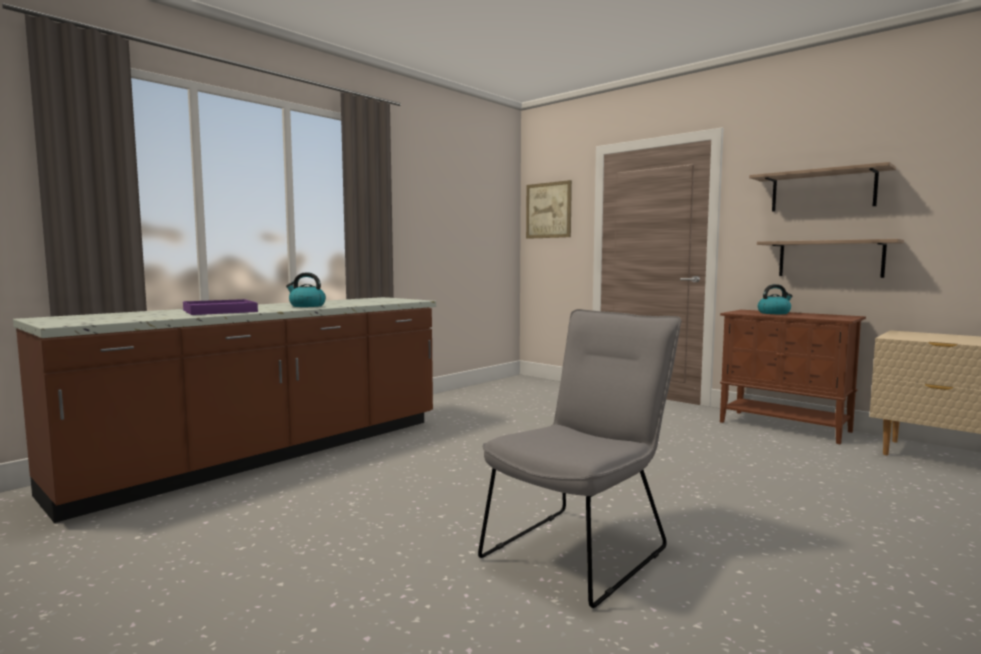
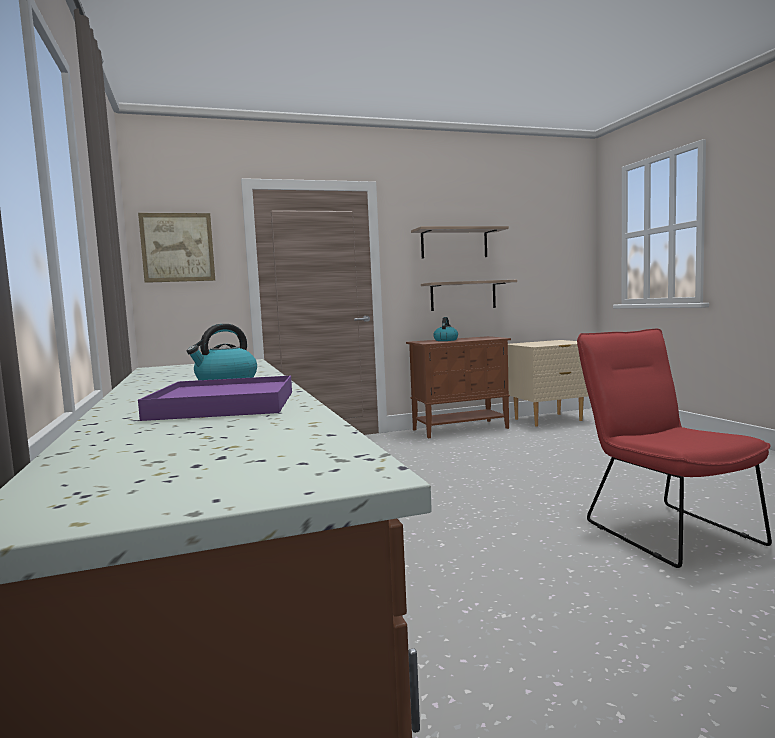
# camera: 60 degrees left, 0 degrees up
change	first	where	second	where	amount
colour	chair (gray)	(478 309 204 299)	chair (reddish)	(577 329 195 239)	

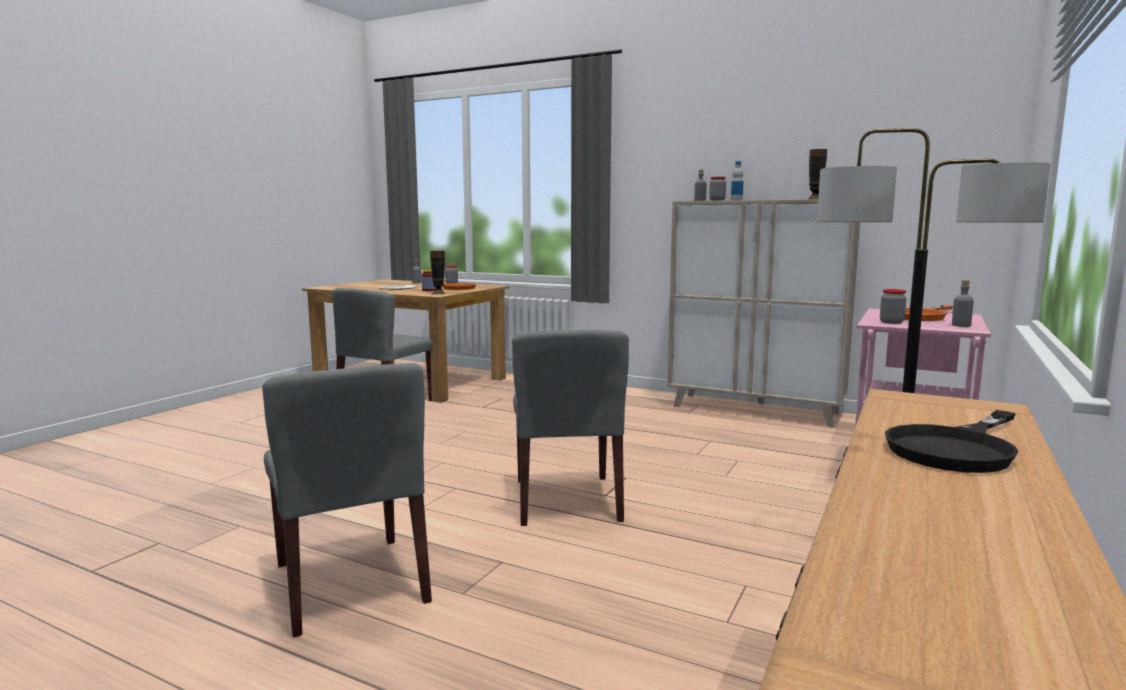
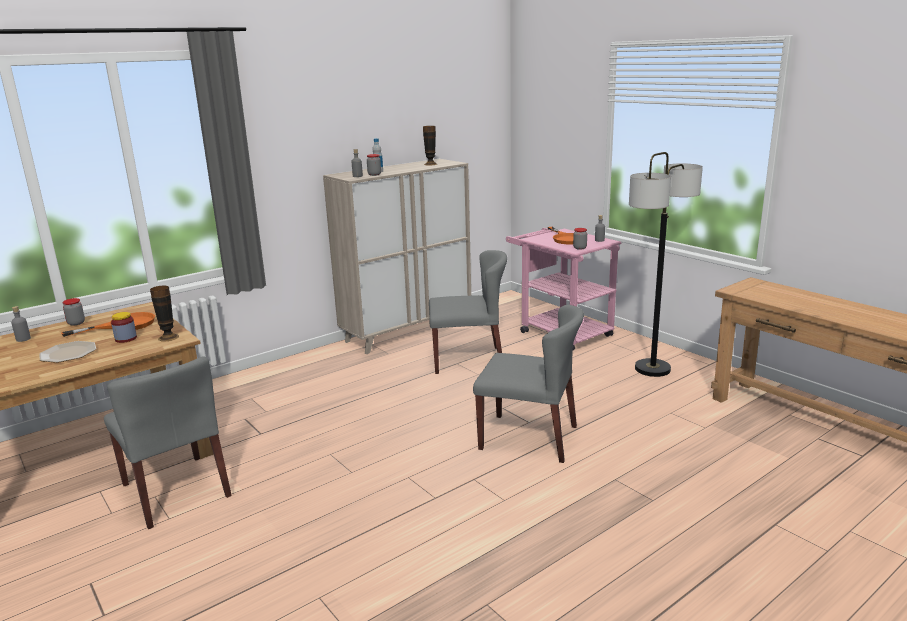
# camera: 65 degrees left, 10 degrees up
change	first	where	second	where	amount
relocated	chair (gray)	(262 363 170 274)		(429 250 78 124)	
missing	frying pan (black)	(885 410 133 63)			

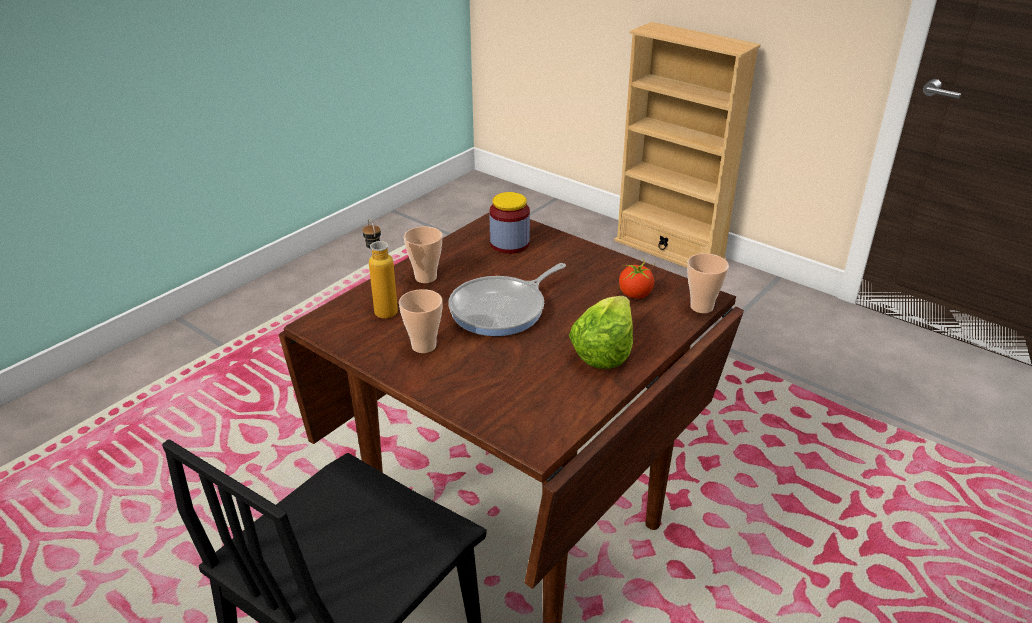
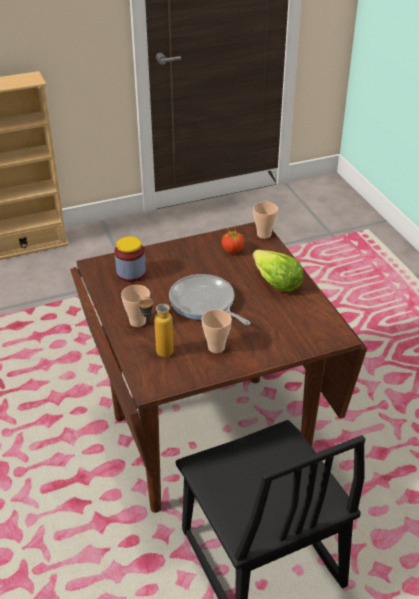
# camera: 60 degrees left, 5 degrees up
change	first	where	second	where	amount
spun	frying pan	(448 263 118 73)		(169 274 81 51)	150 degrees clockwise

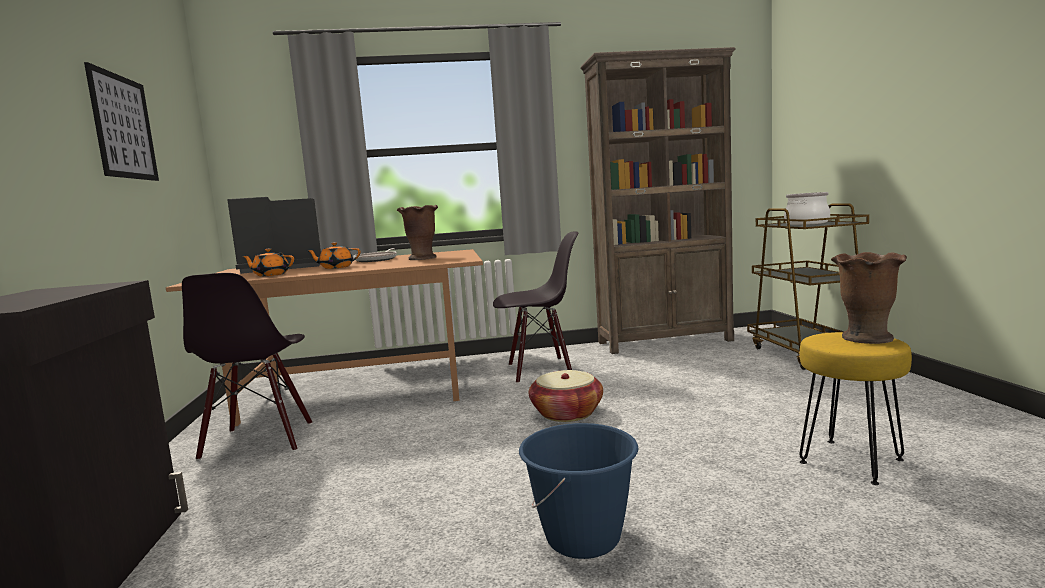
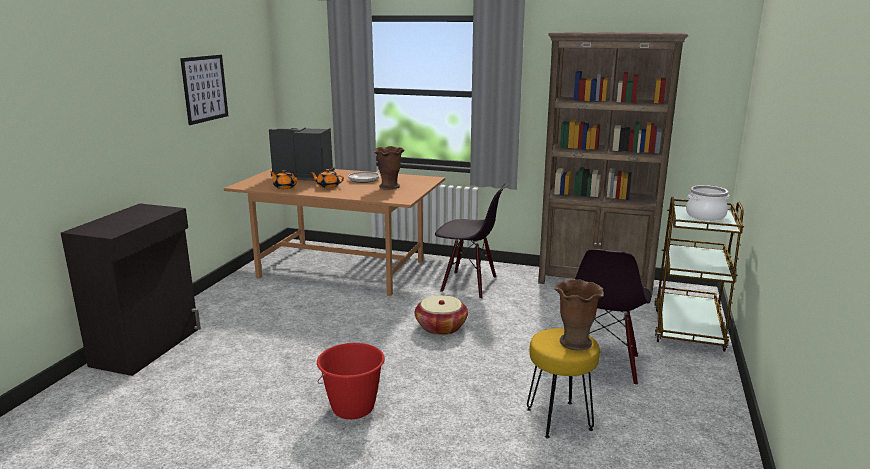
# camera: 25 degrees right, 10 degrees up
change	first	where	second	where	amount
relocated	chair (black)	(182 273 131 188)		(575 249 76 137)	
colour	water bucket (blue)	(519 423 119 136)	water bucket (reddish)	(317 343 68 76)	

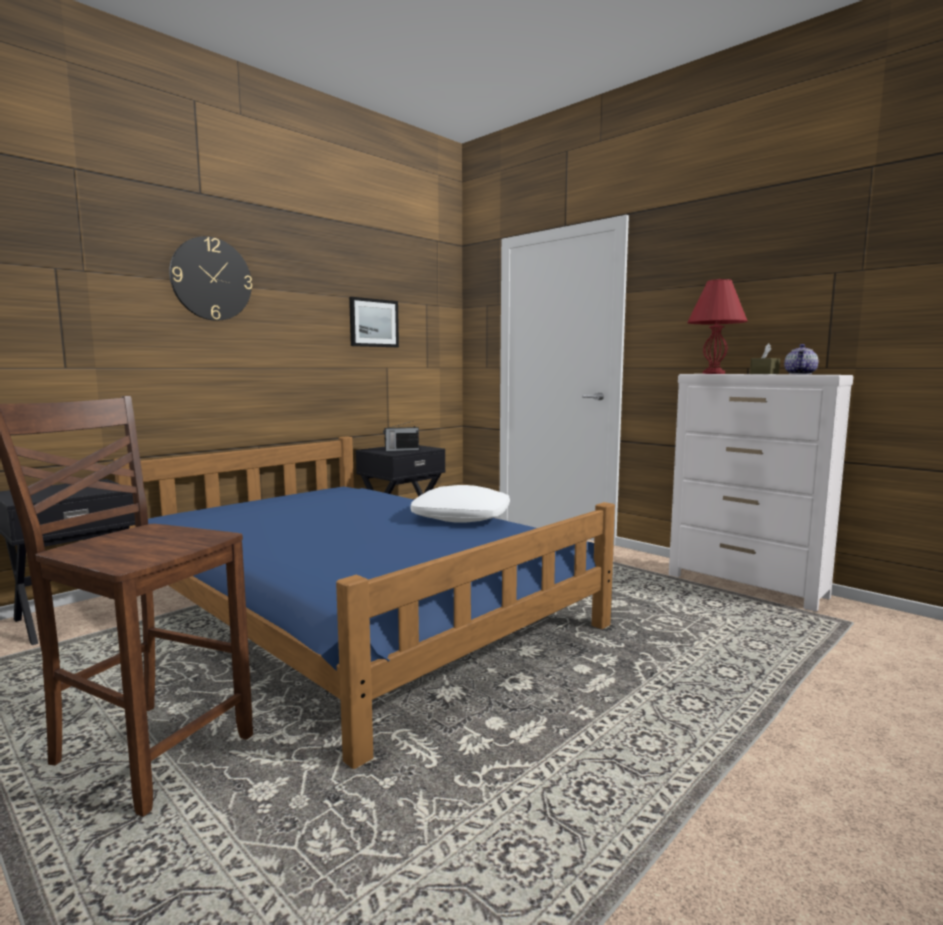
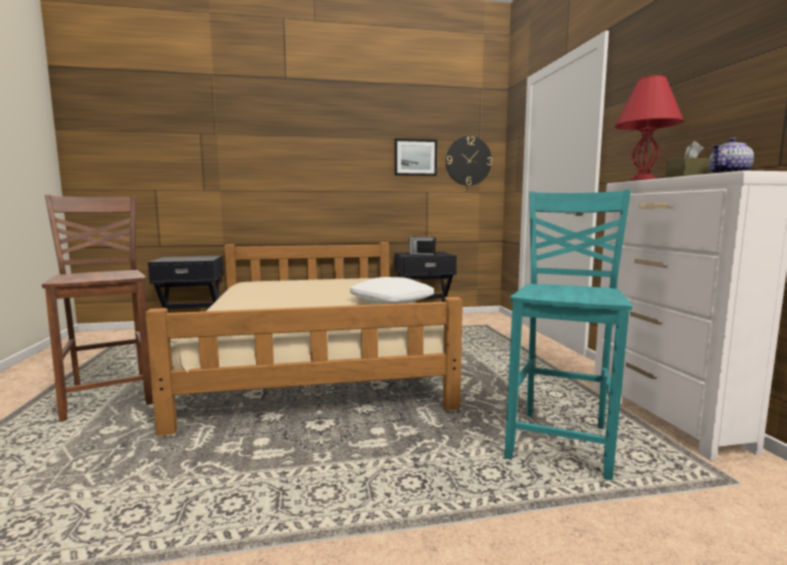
# camera: 35 degrees right, 0 degrees up
change	first	where	second	where	amount
colour	bed (blue)	(113 436 502 333)	bed (sand-coloured)	(145 242 319 194)	
relocated	wall clock	(169 236 83 85)		(445 136 47 50)	
appeared			chair (blue-green)	(504 189 129 292)	

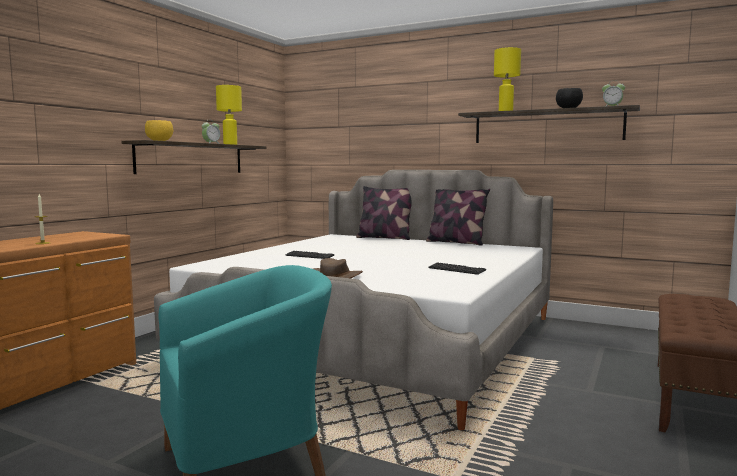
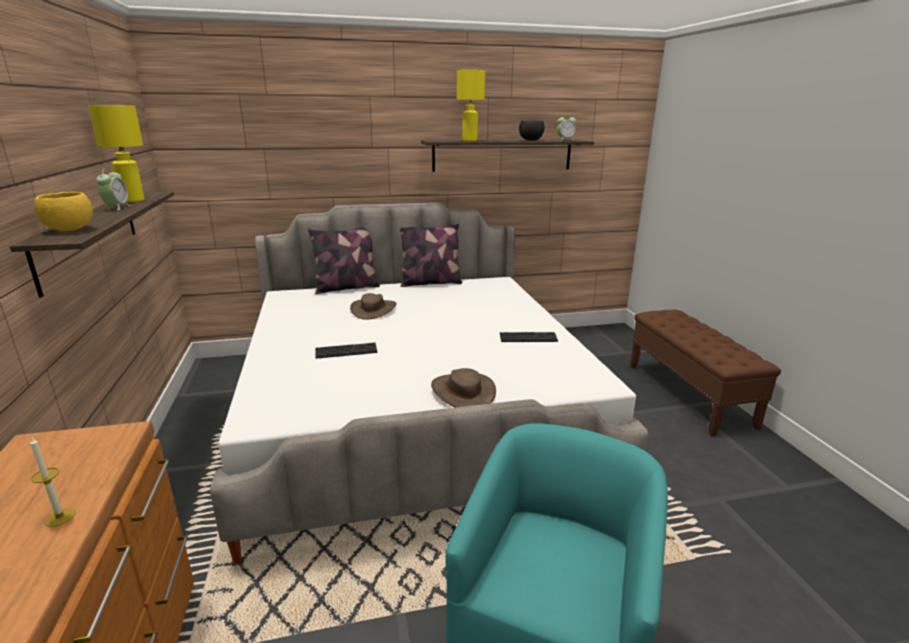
# camera: 40 degrees left, 15 degrees up
change	first	where	second	where	amount
appeared			hat (brownish)	(350 293 47 27)	

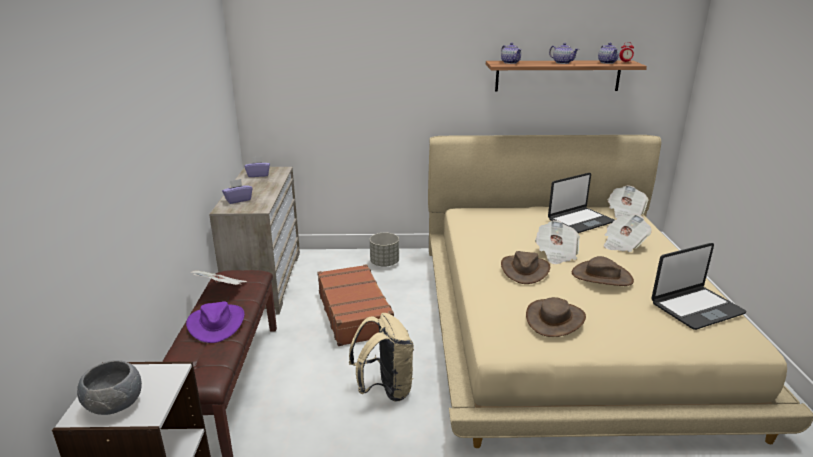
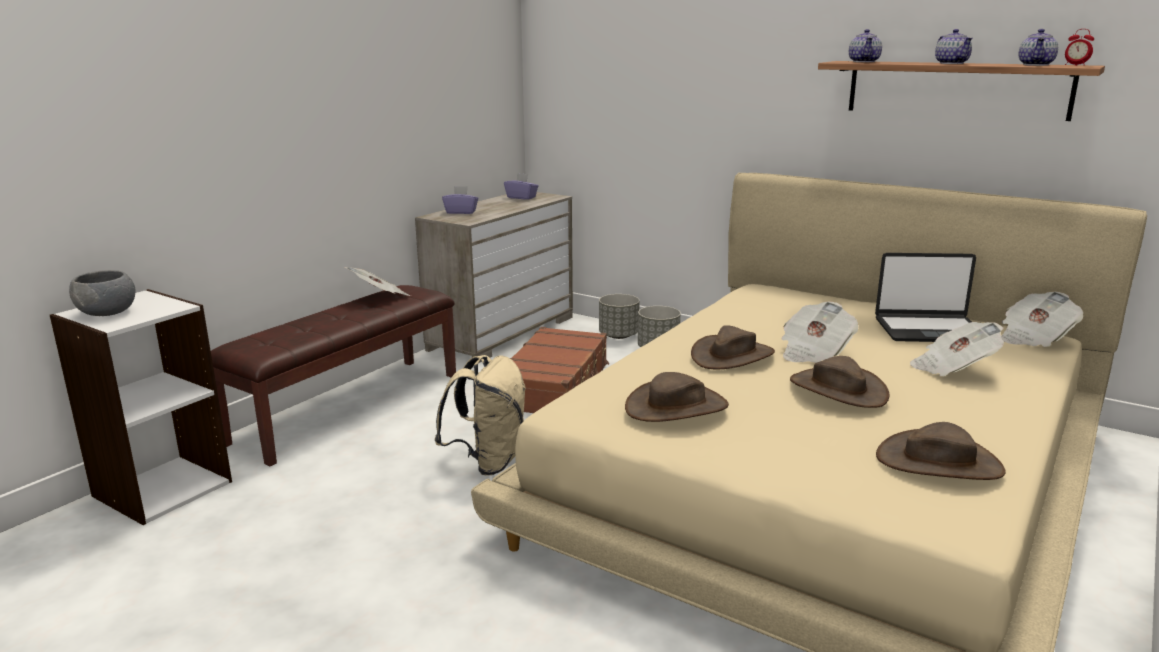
# camera: 35 degrees right, 5 degrees down
change	first	where	second	where	amount
missing	hat (purple)	(186 301 59 42)			
exchanged	notebook computer	(651 243 96 87)	hat (brownish)	(876 422 130 58)	
appeared			planter (gray)	(599 294 41 45)	

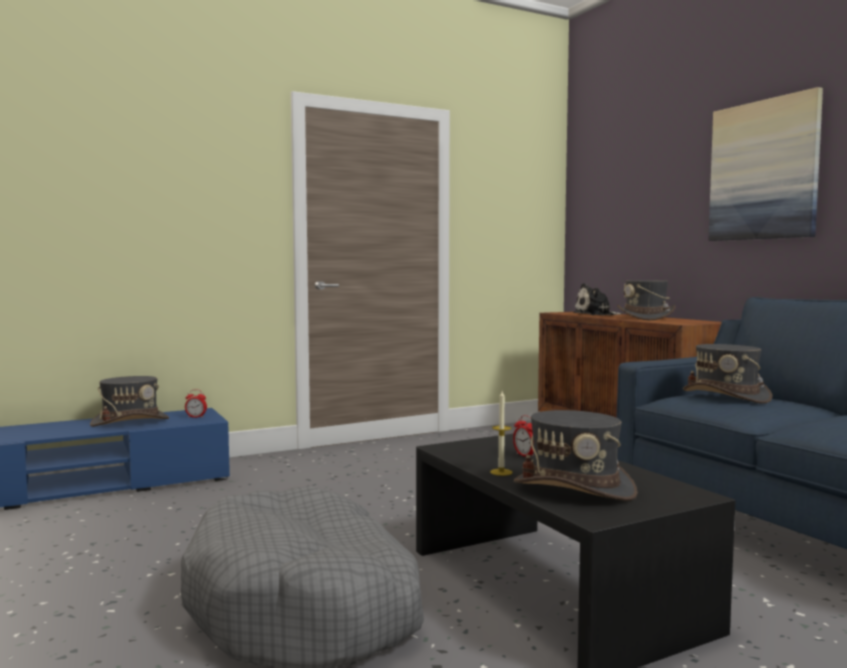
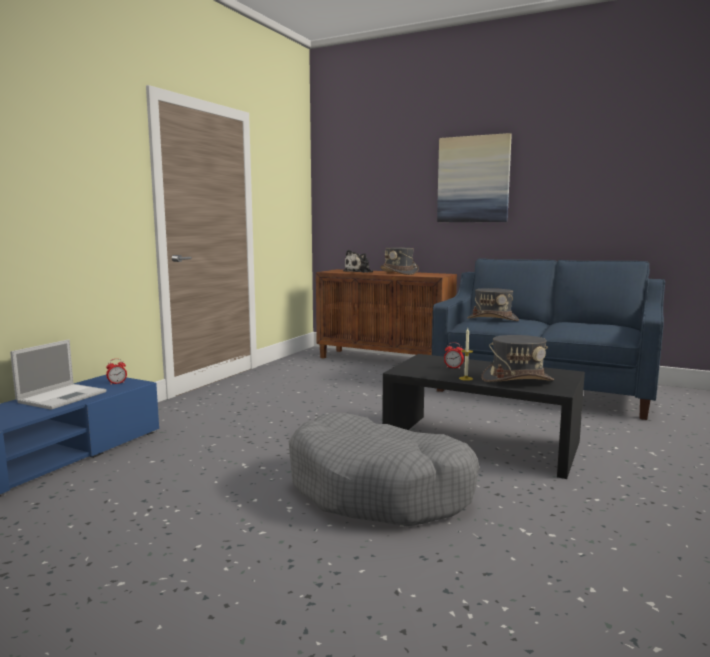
# camera: 35 degrees left, 5 degrees up
change	first	where	second	where	amount
exchanged	hat (gray)	(90 376 79 51)	notebook computer	(10 339 96 71)	

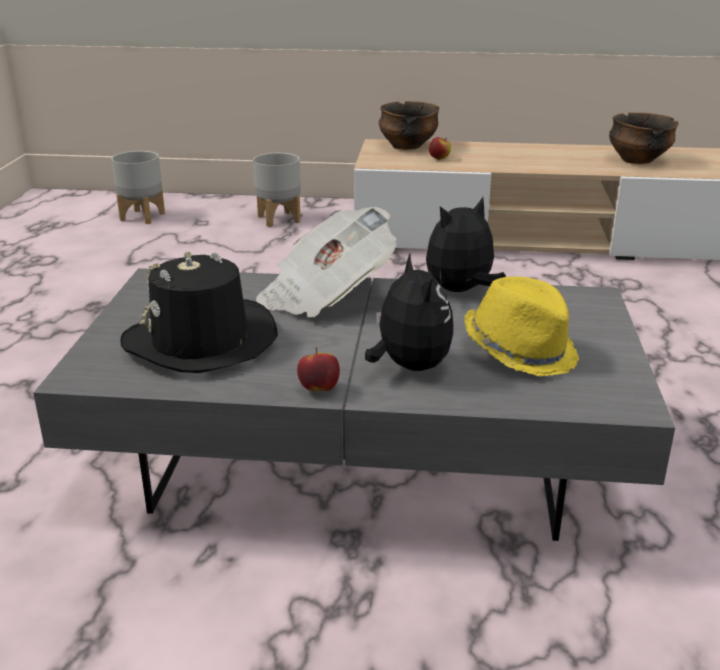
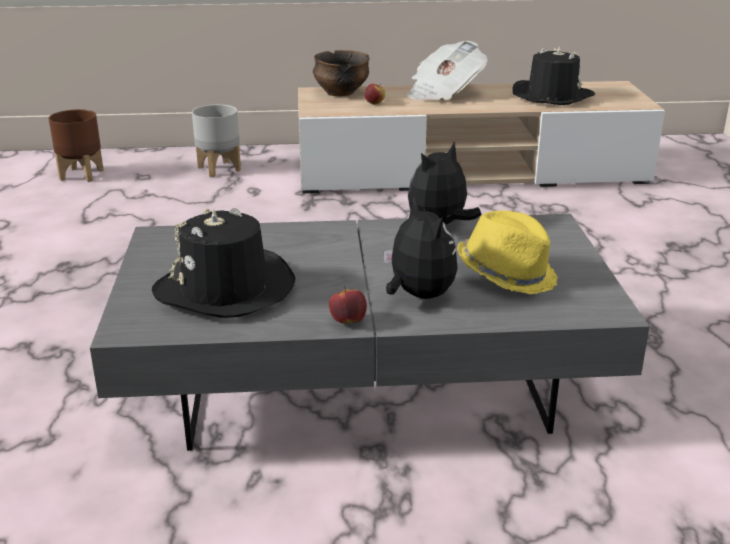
# camera: 10 degrees left, 0 degrees up
change	first	where	second	where	amount
colour	planter (gray)	(111 151 54 73)	planter (brownish)	(48 109 56 73)	
relocated	printed paper	(256 207 141 111)		(406 41 81 59)	
exchanged	deep dish	(609 112 69 52)	hat (black)	(512 46 83 59)	

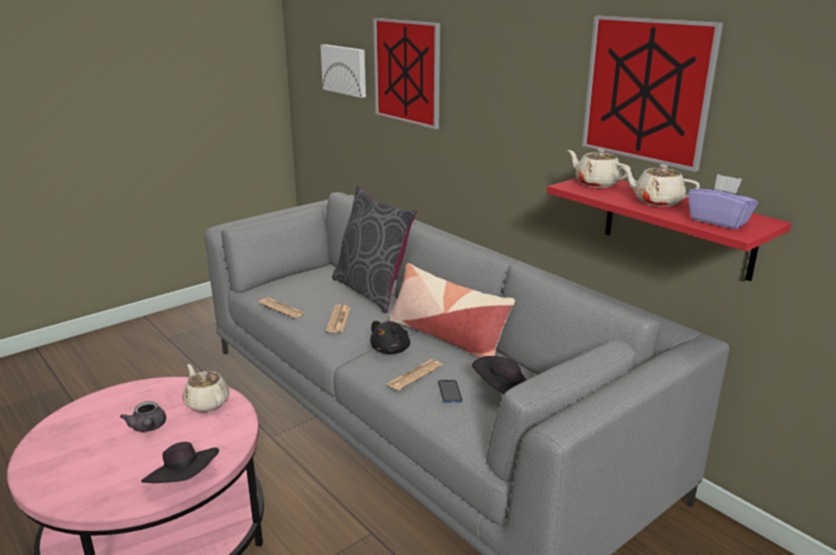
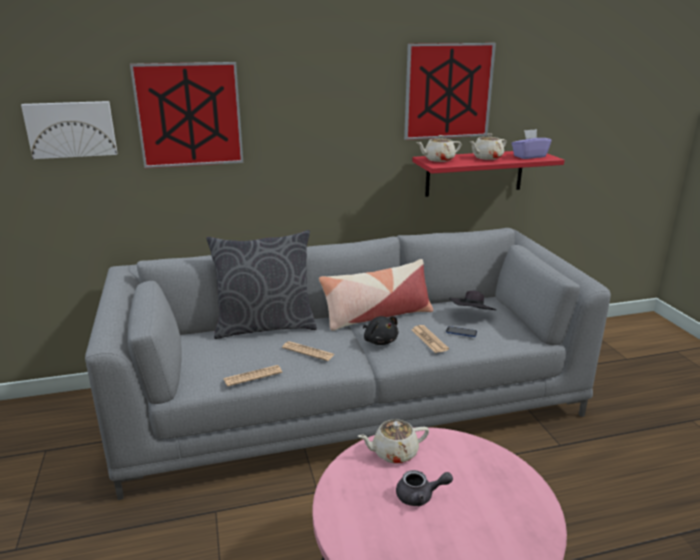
# camera: 65 degrees left, 0 degrees up
change	first	where	second	where	amount
missing	hat (black)	(141 442 78 41)			

